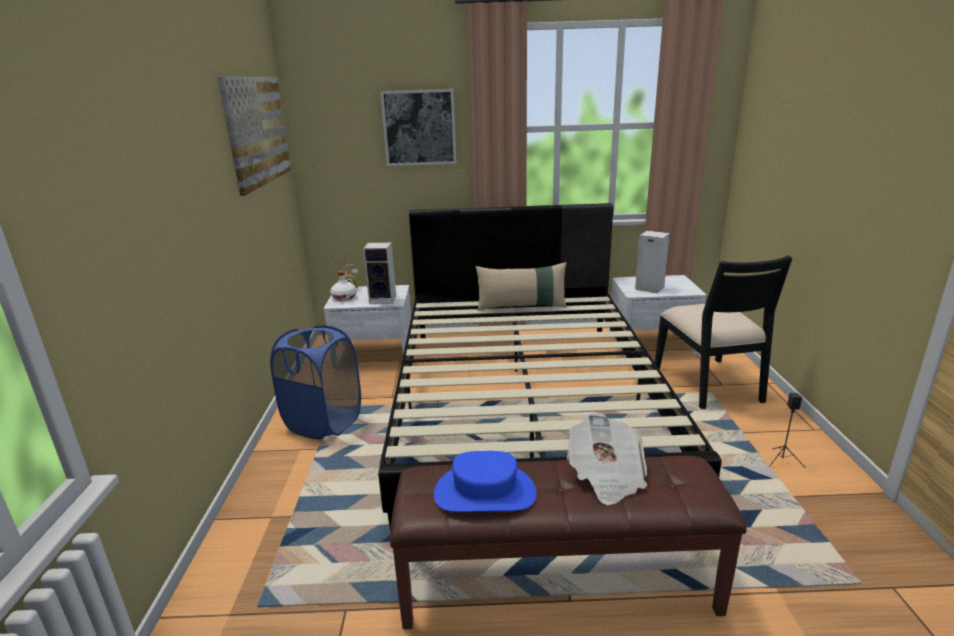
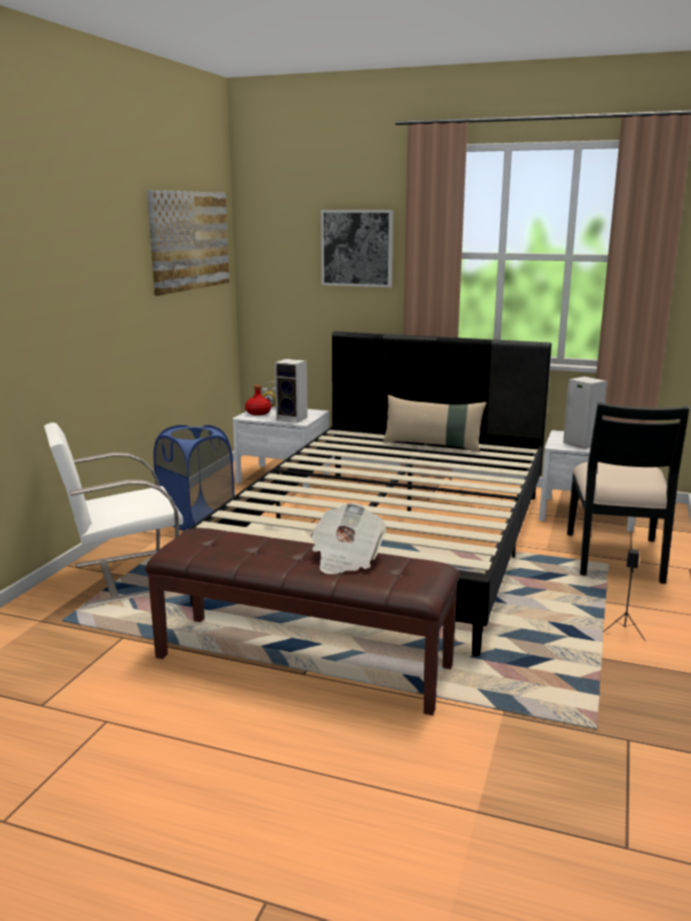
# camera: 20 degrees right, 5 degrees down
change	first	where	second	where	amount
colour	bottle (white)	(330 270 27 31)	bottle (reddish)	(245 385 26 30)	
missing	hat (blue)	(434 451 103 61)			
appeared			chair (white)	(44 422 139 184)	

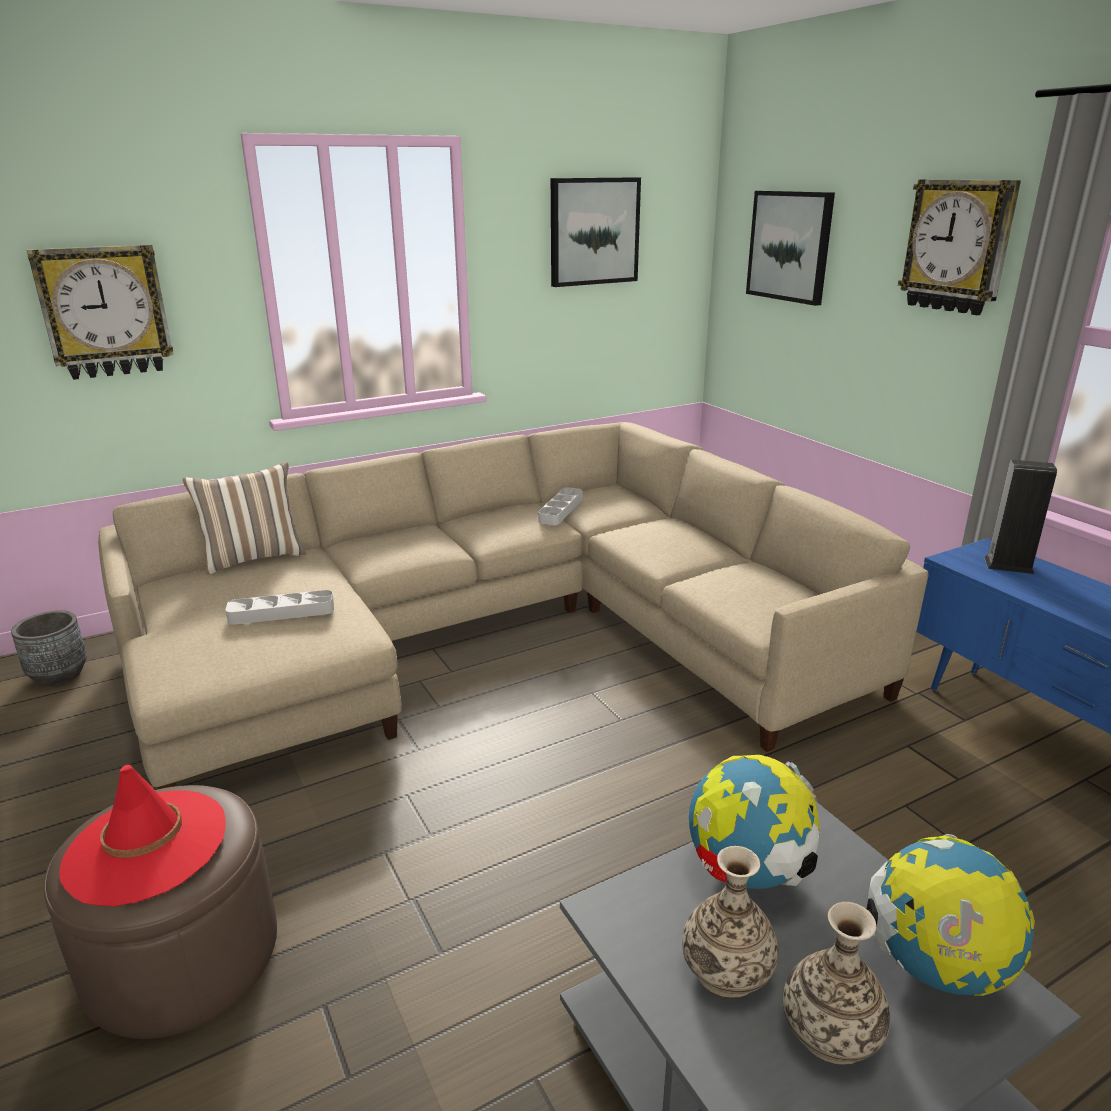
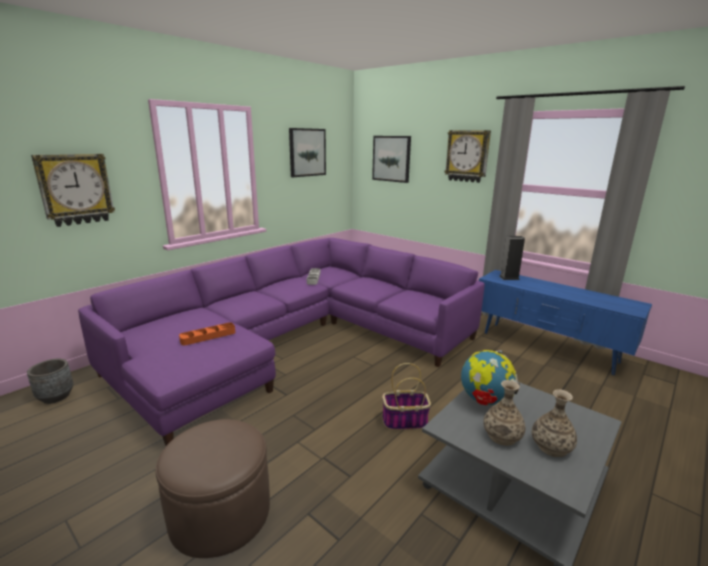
# camera: 20 degrees left, 5 degrees down
change	first	where	second	where	amount
missing	hat (reddish)	(59 765 166 142)			
colour	sofa (sand-coloured)	(98 422 831 367)	sofa (purple)	(78 238 407 208)	
missing	cushion	(183 462 123 113)			
colour	tray (gray)	(225 590 109 35)	tray (orangey)	(179 323 56 22)	
missing	globe	(866 834 169 162)			
appeared			household basket	(382 363 49 67)	

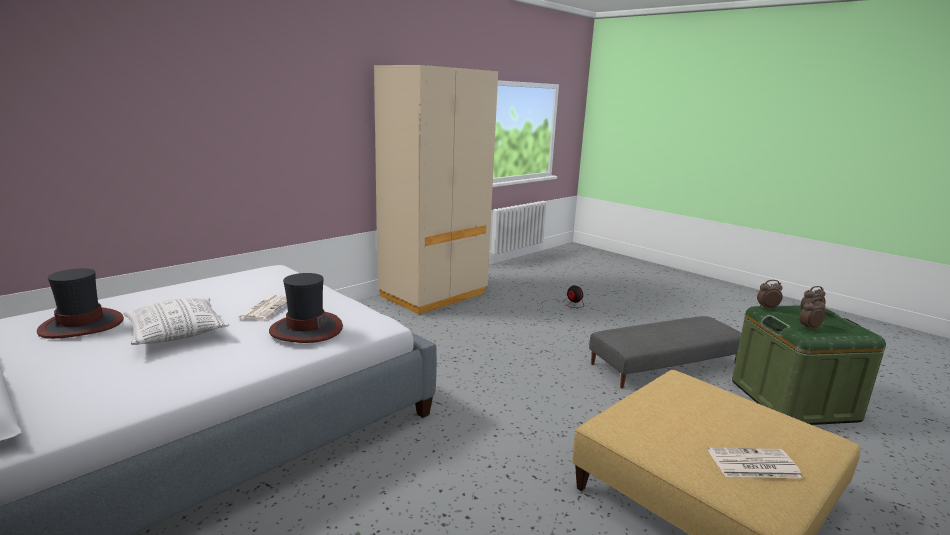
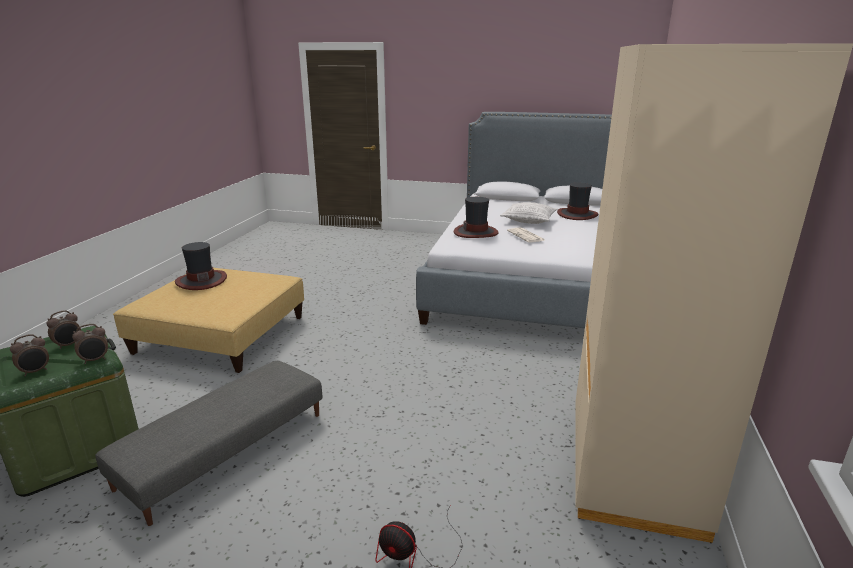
# camera: 150 degrees right, 5 degrees up
change	first	where	second	where	amount
exchanged	printed paper	(708 447 94 31)	hat	(175 242 52 48)	

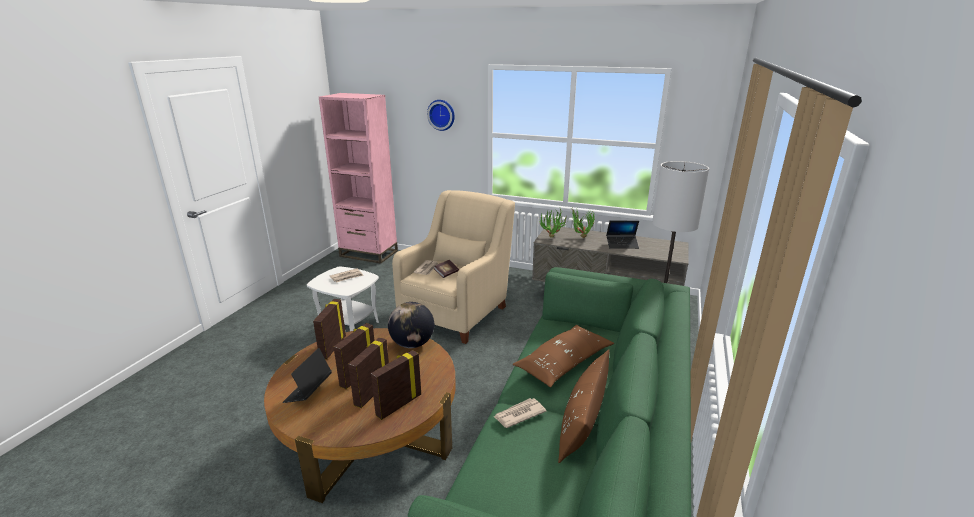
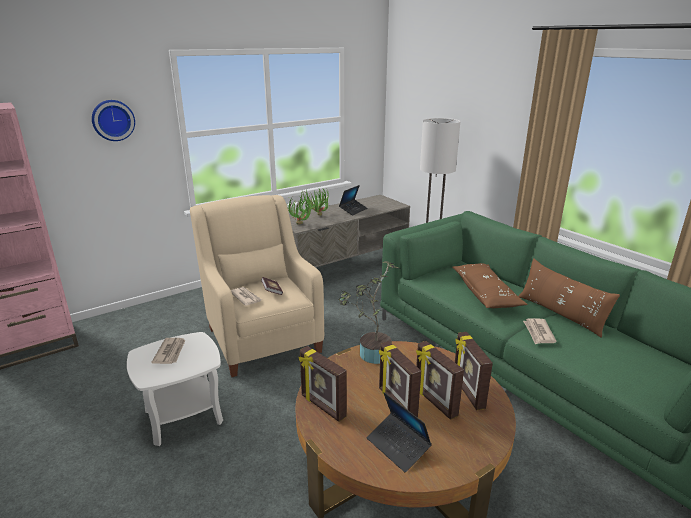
# camera: 55 degrees left, 0 degrees up
change	first	where	second	where	amount
exchanged	globe	(388 302 46 46)	plant in a pot	(339 261 61 103)	

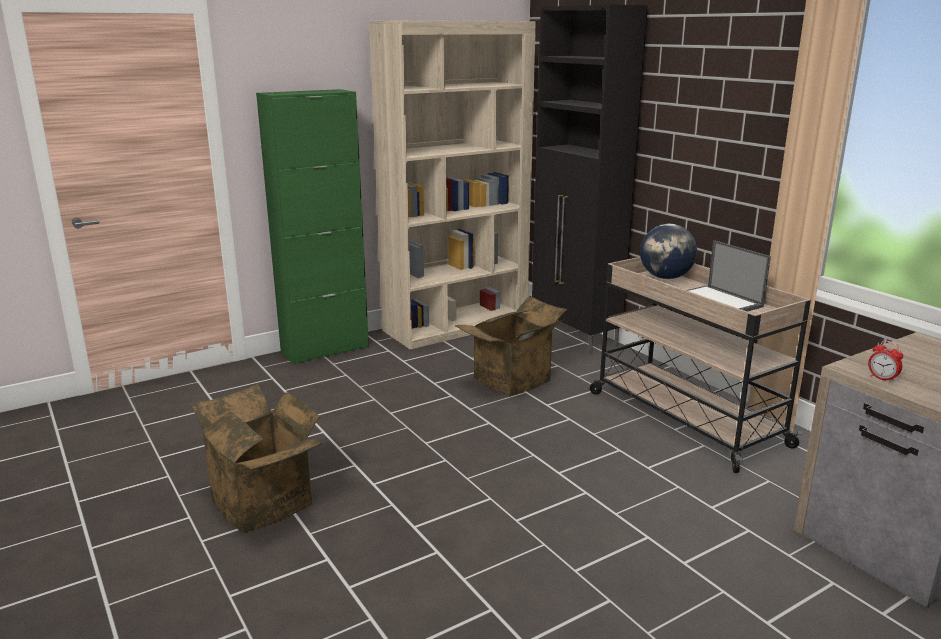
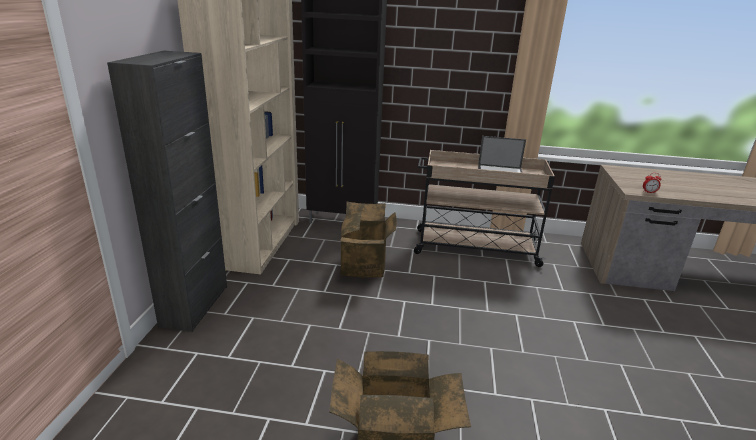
# camera: 50 degrees left, 5 degrees up
change	first	where	second	where	amount
colour	cabinet (green)	(256 89 113 276)	cabinet (black)	(107 51 120 281)	
missing	globe	(640 224 57 55)			

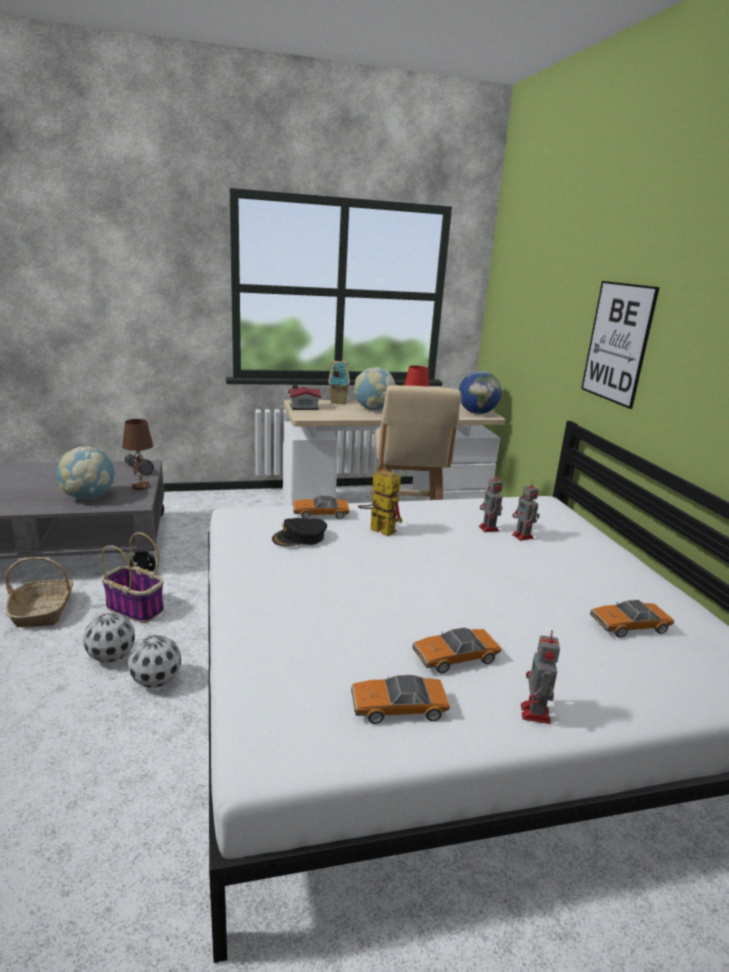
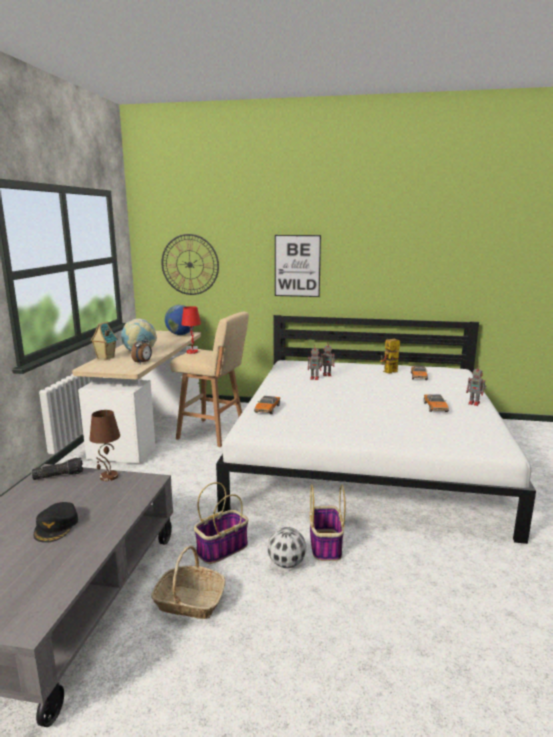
# camera: 65 degrees left, 5 degrees down
change	first	where	second	where	amount
missing	globe	(57 447 59 53)			
exchanged	ball for football	(128 635 53 53)	household basket	(309 484 36 77)	
relocated	peaked cap (black)	(272 518 55 28)		(34 502 44 41)	
missing	model house	(288 385 33 25)			
missing	miniature car	(351 675 99 49)			
relocated	model robot	(358 466 44 70)		(380 339 20 35)	
appeared			alarm clock	(131 335 21 29)	
appeared			wall clock	(161 234 58 61)	

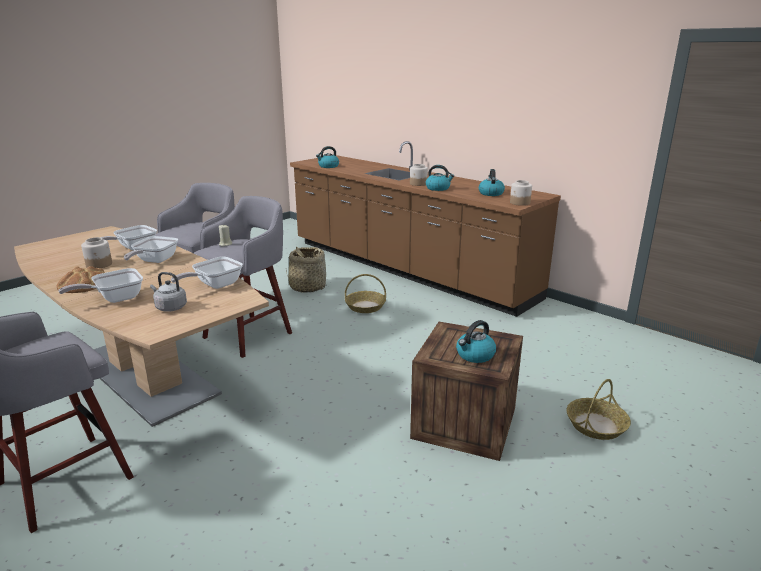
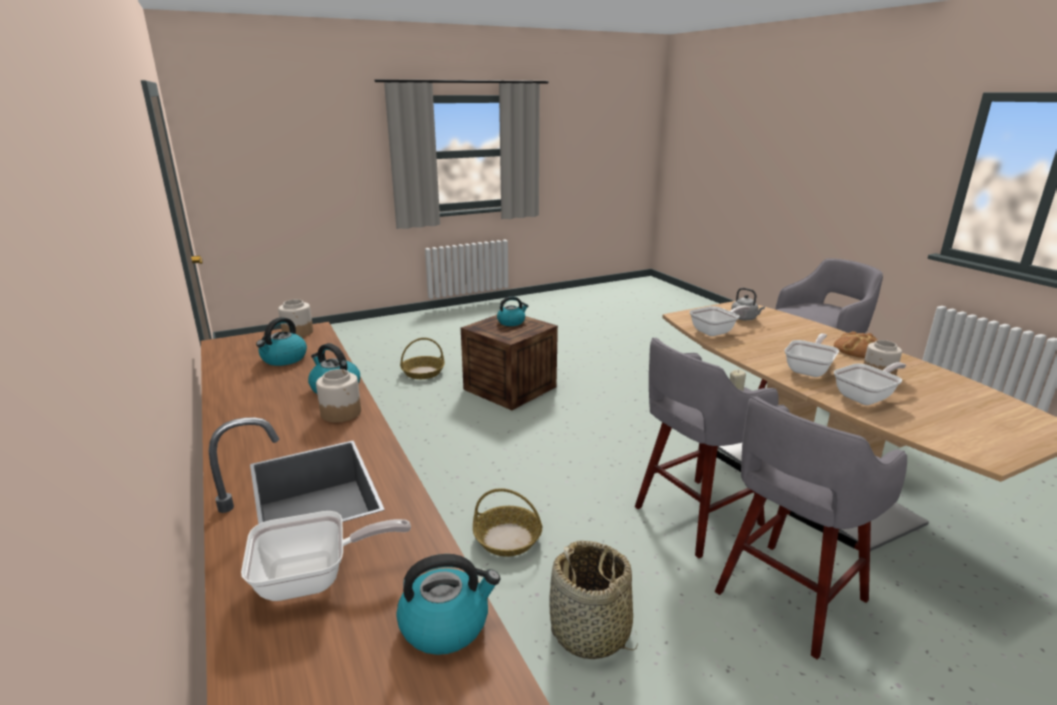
# camera: 160 degrees left, 0 degrees up
change	first	where	second	where	amount
relocated	frying pan	(58 268 85 35)		(241 511 170 90)	

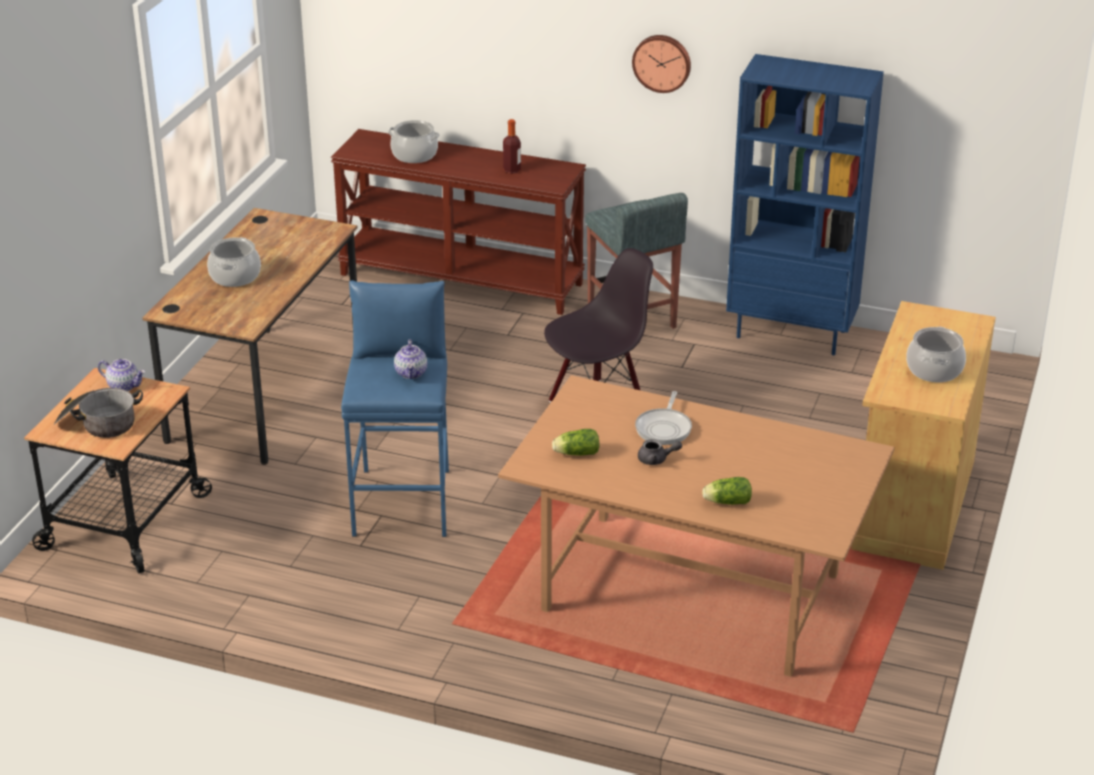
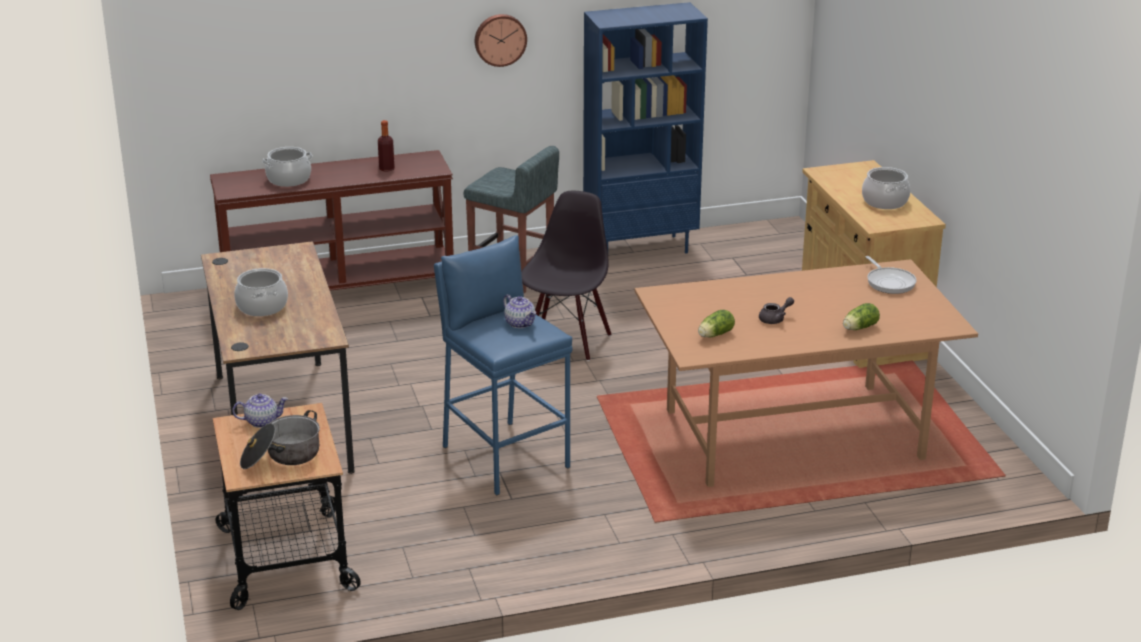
# camera: 35 degrees left, 5 degrees down
change	first	where	second	where	amount
relocated	frying pan	(635 391 57 54)		(866 256 51 38)	

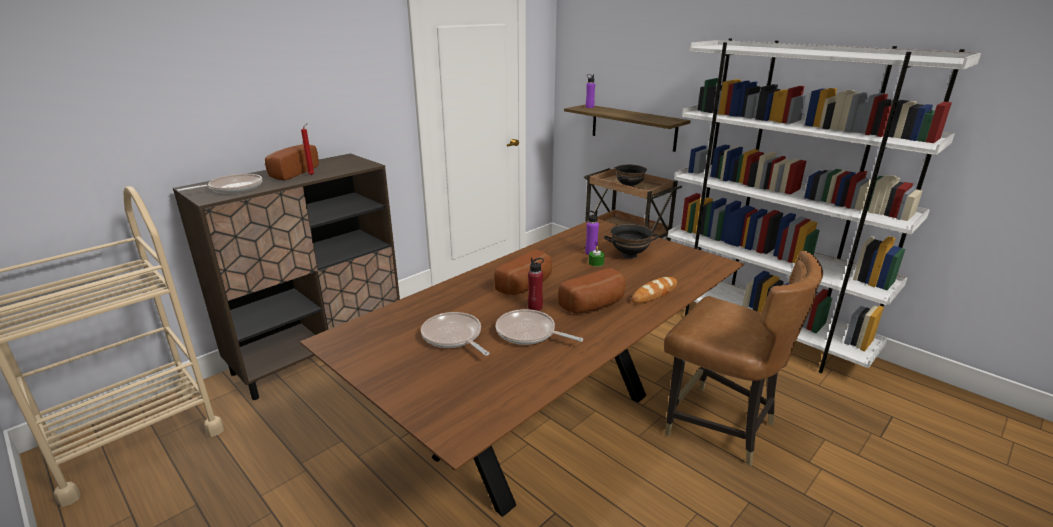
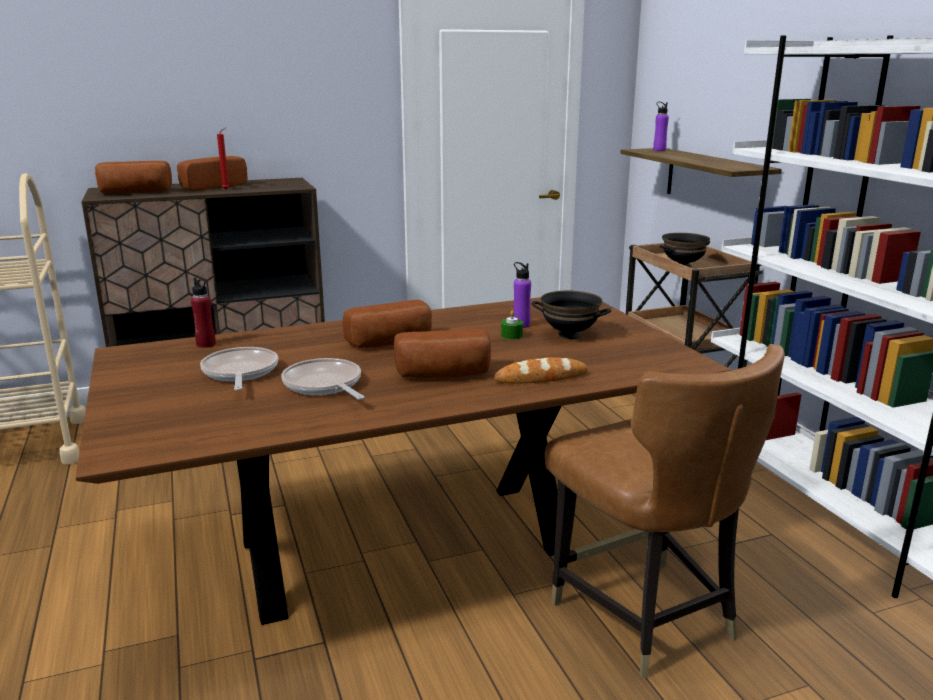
# camera: 25 degrees right, 5 degrees down
change	first	where	second	where	amount
exchanged	frying pan	(177 174 85 20)	bread	(95 161 77 33)	
relocated	bottle (reddish)	(528 258 16 53)		(191 278 25 70)	

